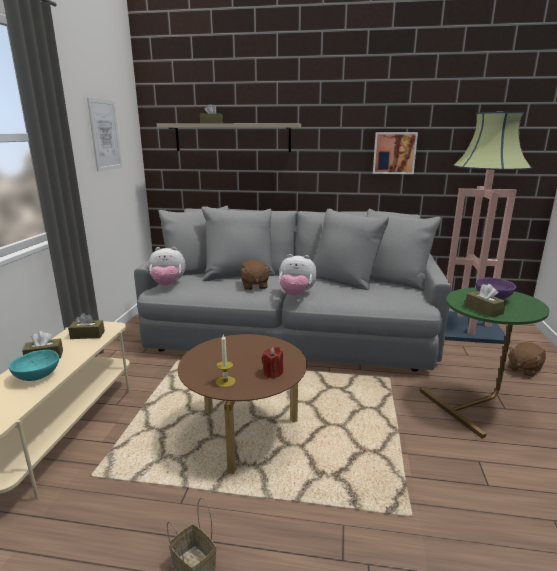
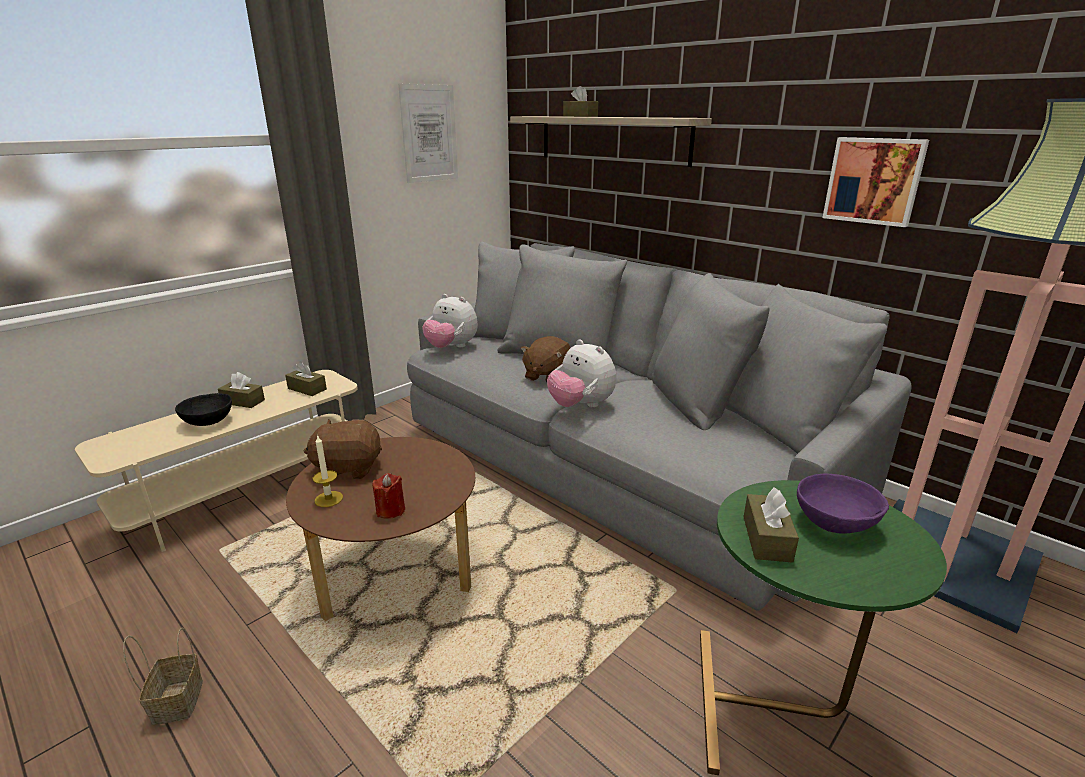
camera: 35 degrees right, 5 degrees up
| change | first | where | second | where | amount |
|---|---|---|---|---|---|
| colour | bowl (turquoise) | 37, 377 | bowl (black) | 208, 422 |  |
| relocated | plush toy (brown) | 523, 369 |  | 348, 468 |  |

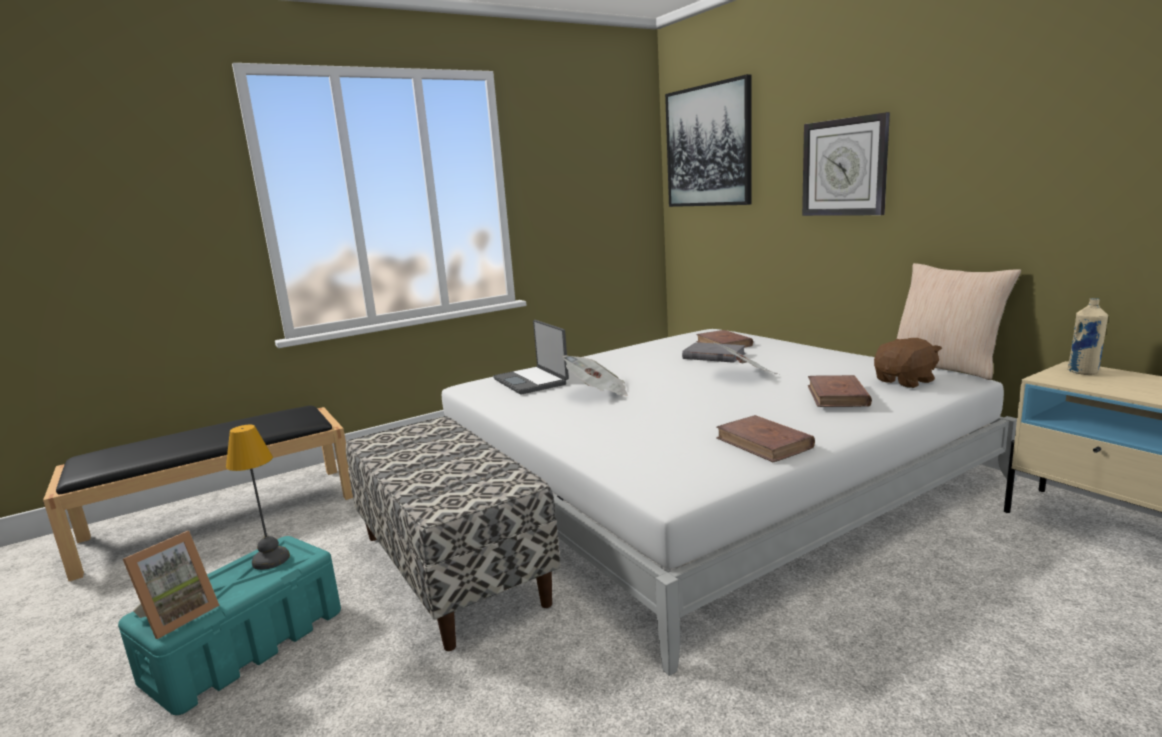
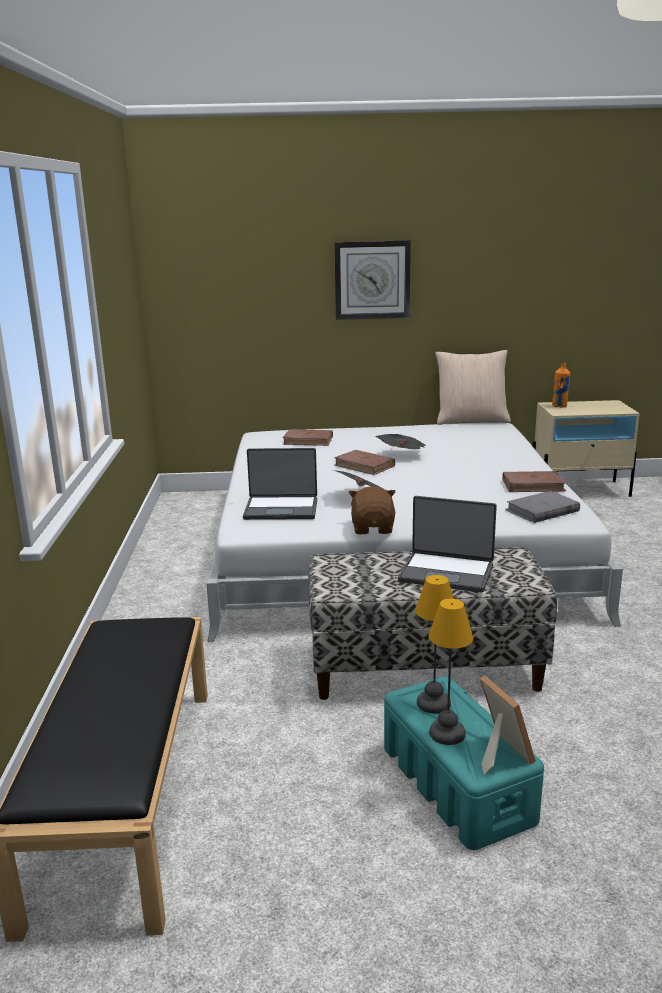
camera: 60 degrees left, 5 degrees up
| change | first | where | second | where | amount |
|---|---|---|---|---|---|
| missing | picture | 708, 146 |  |  |  |
| relocated | book (grey) | 713, 356 |  | 542, 511 |  |
| relocated | book (brown) | 837, 396 |  | 364, 465 |  |
| relocated | plush toy (brown) | 905, 381 |  | 373, 528 |  |
| colour | bottle (beige) | 1083, 372 | bottle (orange) | 559, 406 |  |
| appeared |  |  | laptop | 446, 572 |  |
| appeared |  |  | table lamp | 448, 734 |  |

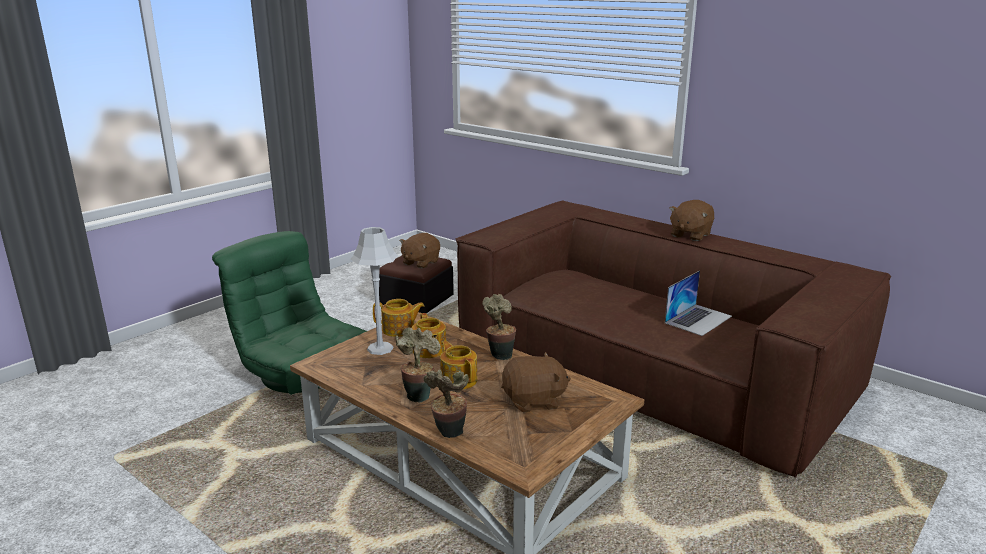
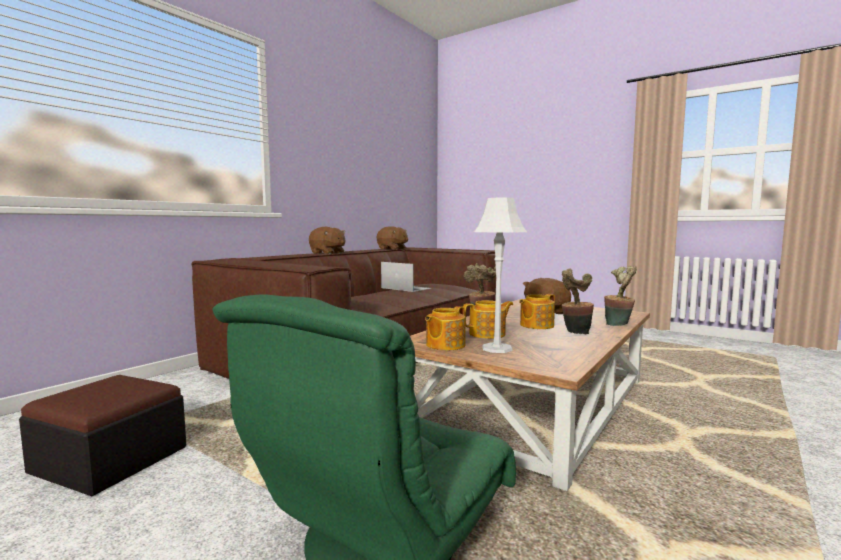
camera: 95 degrees left, 15 degrees down
| change | first | where | second | where | amount |
|---|---|---|---|---|---|
| spun | teapot | 399, 330 |  | 444, 345 | 135 degrees counterclockwise |
| relocated | plush toy (brown) | 420, 262 |  | 392, 249 |  |

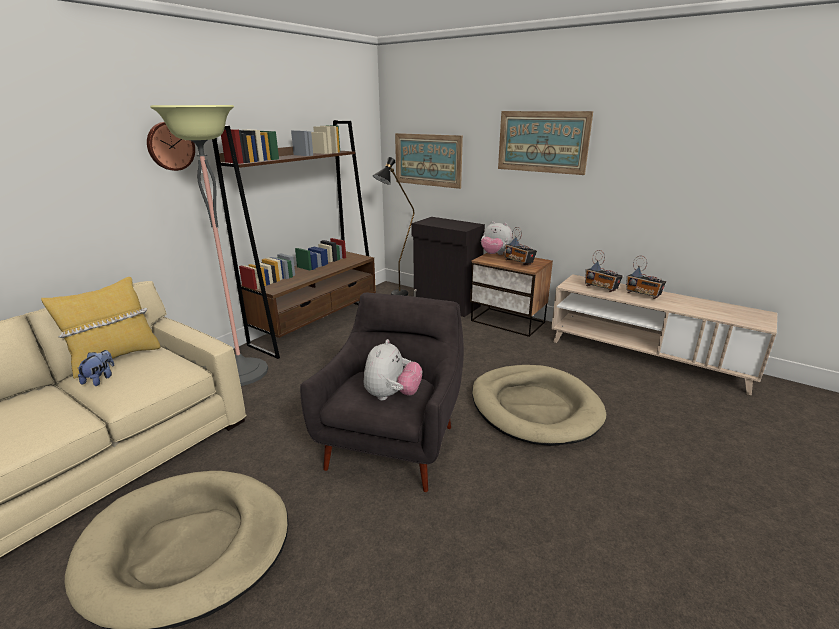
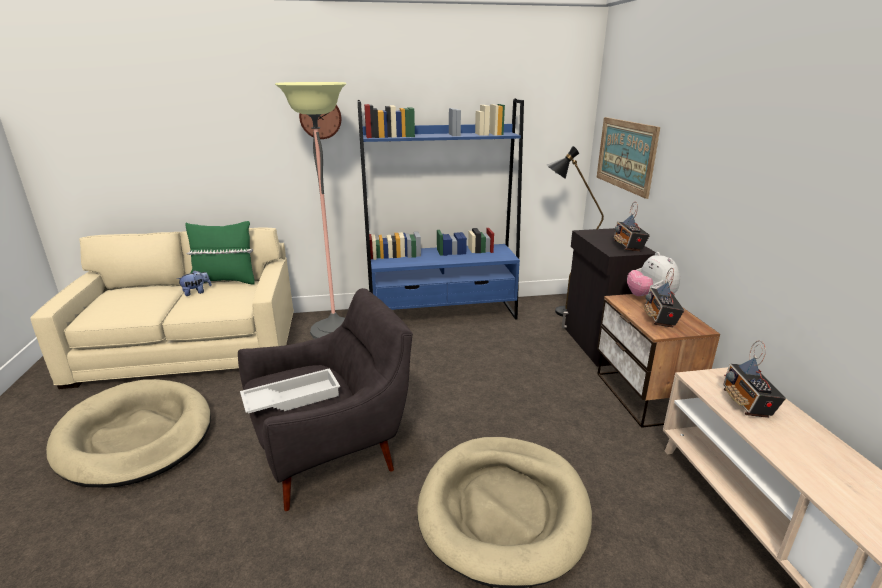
camera: 45 degrees right, 0 degrees up
| change | first | where | second | where | amount |
|---|---|---|---|---|---|
| colour | pillow (yellow) | 115, 358 | pillow (green) | 225, 281 |  |
| colour | bookcase (brown) | 317, 326 | bookcase (blue) | 443, 314 |  |
| exchanged | plush toy | 392, 396 | tray (white) | 292, 398 |  |
| missing | picture | 542, 142 |  |  |  |
| relocated | radio | 643, 295 |  | 628, 247 |  |

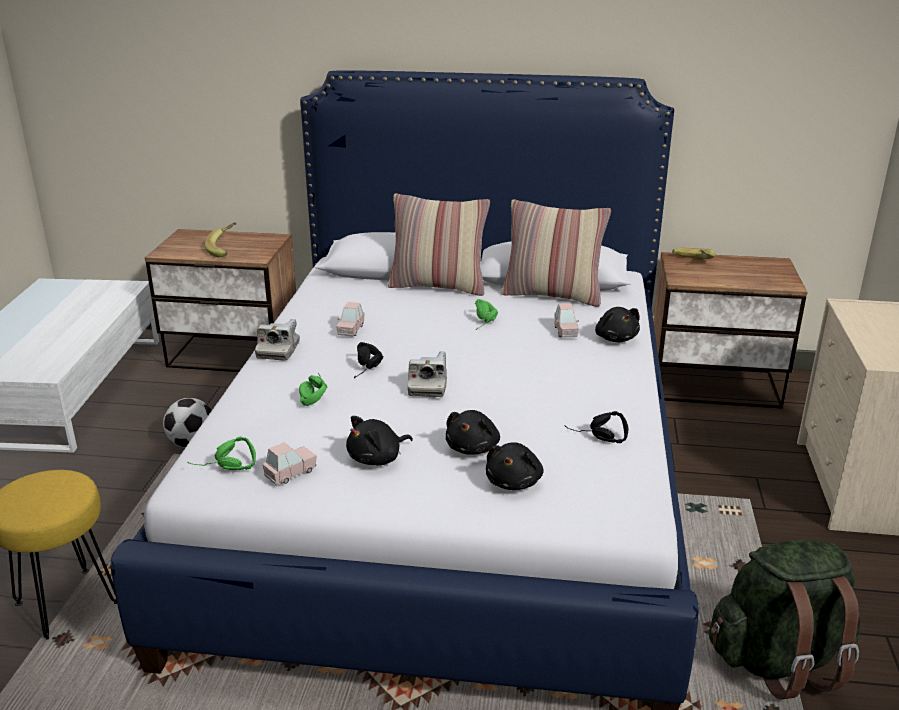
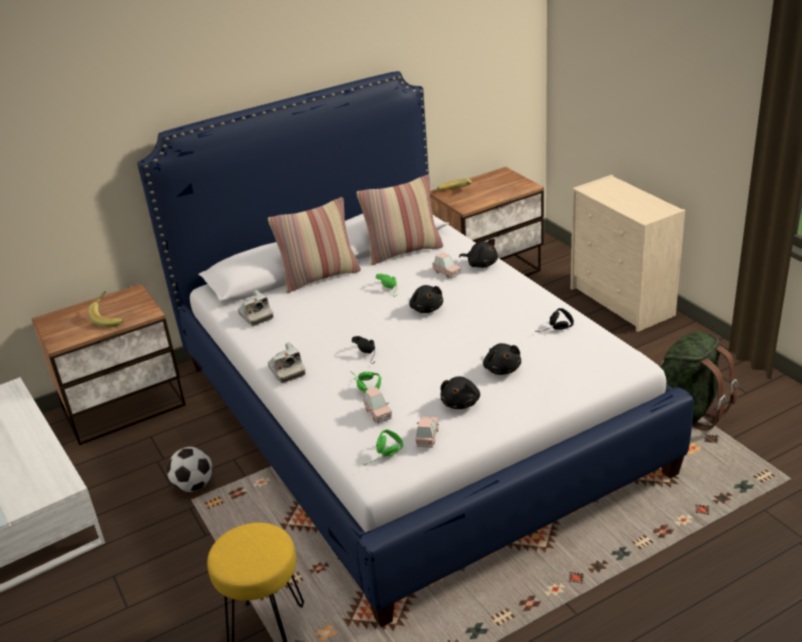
camera: 35 degrees left, 5 degrees up
| change | first | where | second | where | amount |
|---|---|---|---|---|---|
| relocated | toy car (pink) | 351, 330 |  | 378, 413 |  |
| relocated | photo camera | 428, 386 |  | 256, 316 |  |
| relocated | plush toy (black) | 514, 482 |  | 426, 308 |  |

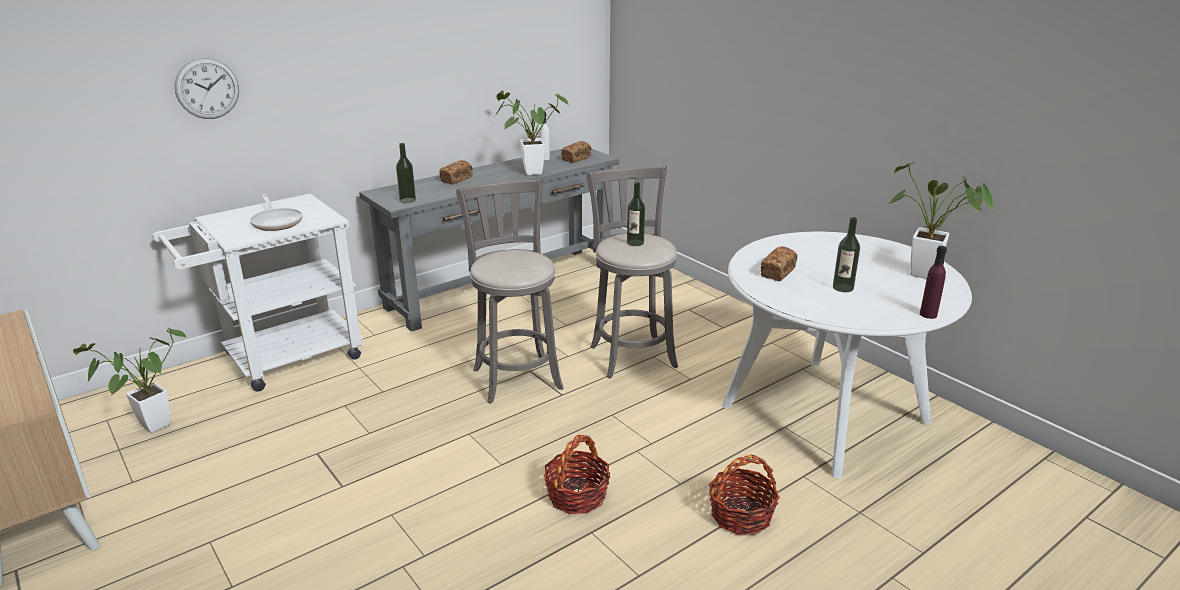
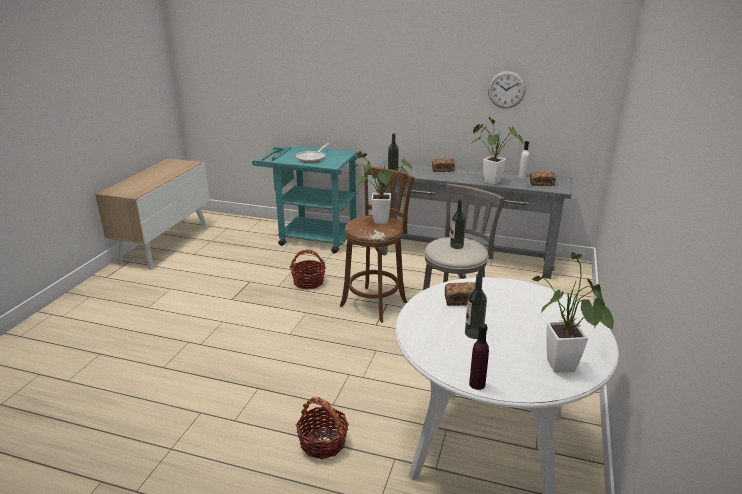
camera: 55 degrees right, 0 degrees up
| change | first | where | second | where | amount |
|---|---|---|---|---|---|
| relocated | potted plant | 149, 428 |  | 376, 221 |  |
| colour | cart (white) | 281, 359 | cart (turquoise) | 311, 237 |  |
| relocated | wall clock | 207, 88 |  | 506, 89 |  |
| colour | stool (grey) | 516, 376 | stool (brown) | 375, 302 |  |
| relocated | basket | 577, 495 |  | 308, 282 |  |

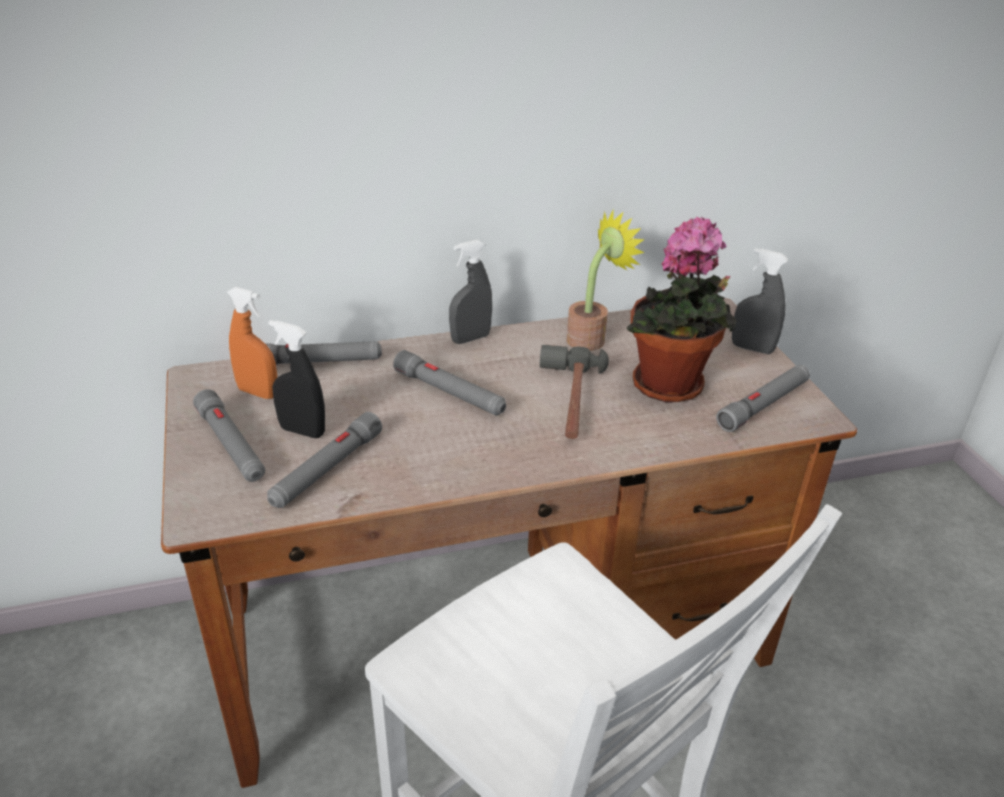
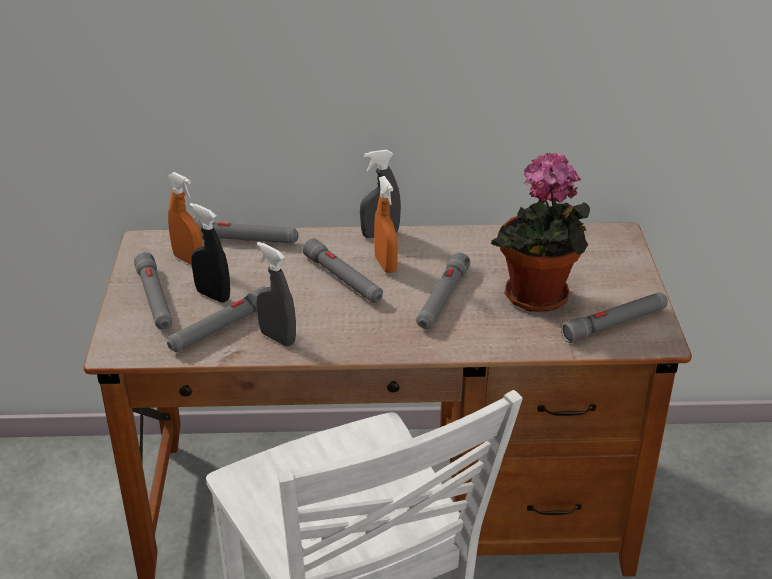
camera: 15 degrees right, 0 degrees up
| change | first | where | second | where | amount |
|---|---|---|---|---|---|
| exchanged | hammer | 570, 401 | flashlight (grey) | 442, 299 |  |
| missing | potted plant | 591, 338 |  |  |  |
| relocated | spray bottle (grey) | 752, 348 |  | 277, 338 |  |
| appeared |  |  | spray bottle (orange) | 385, 265 |  |

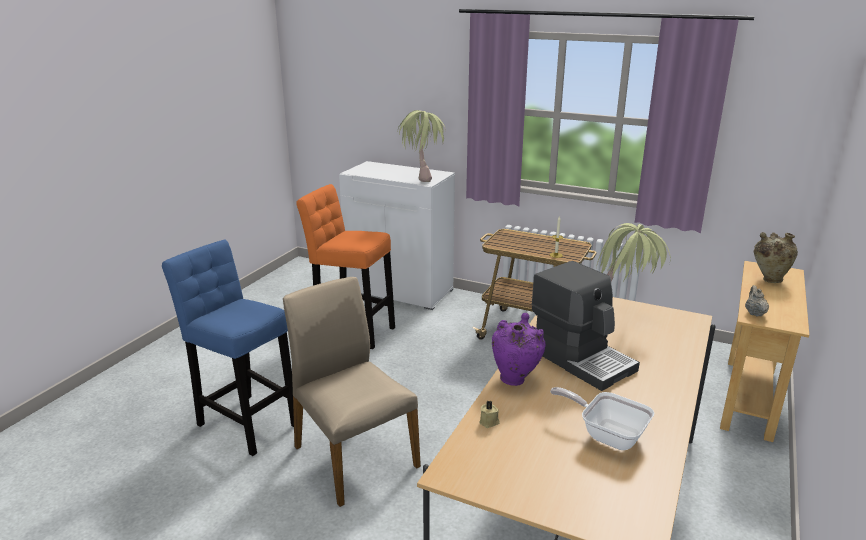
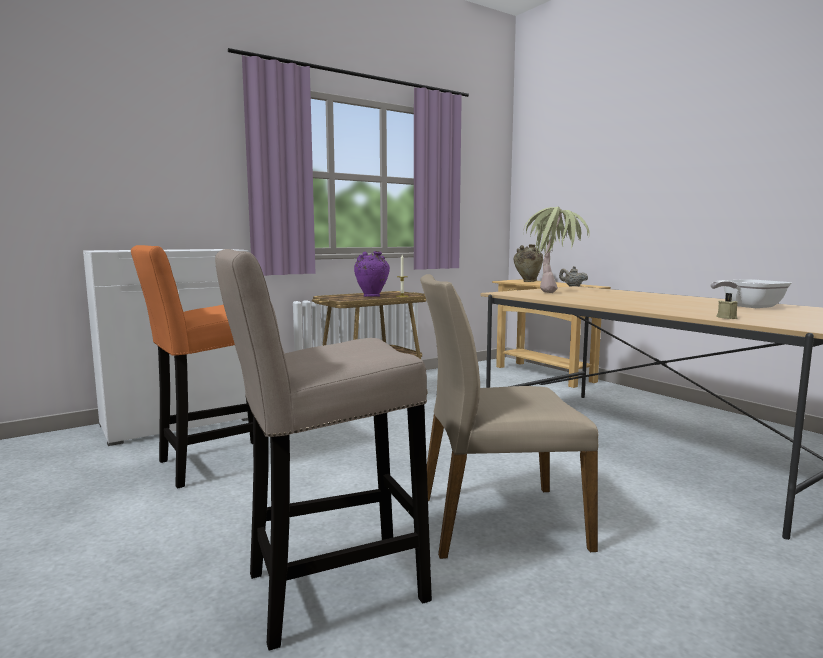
camera: 60 degrees left, 15 degrees down
| change | first | where | second | where | amount |
|---|---|---|---|---|---|
| colour | stool (blue) | 245, 422 | stool (beige) | 326, 591 |  |
| missing | potted plant | 422, 177 |  |  |  |
| relocated | vase (purple) | 515, 379 |  | 372, 297 |  |
| missing | coffee machine | 581, 358 |  |  |  |

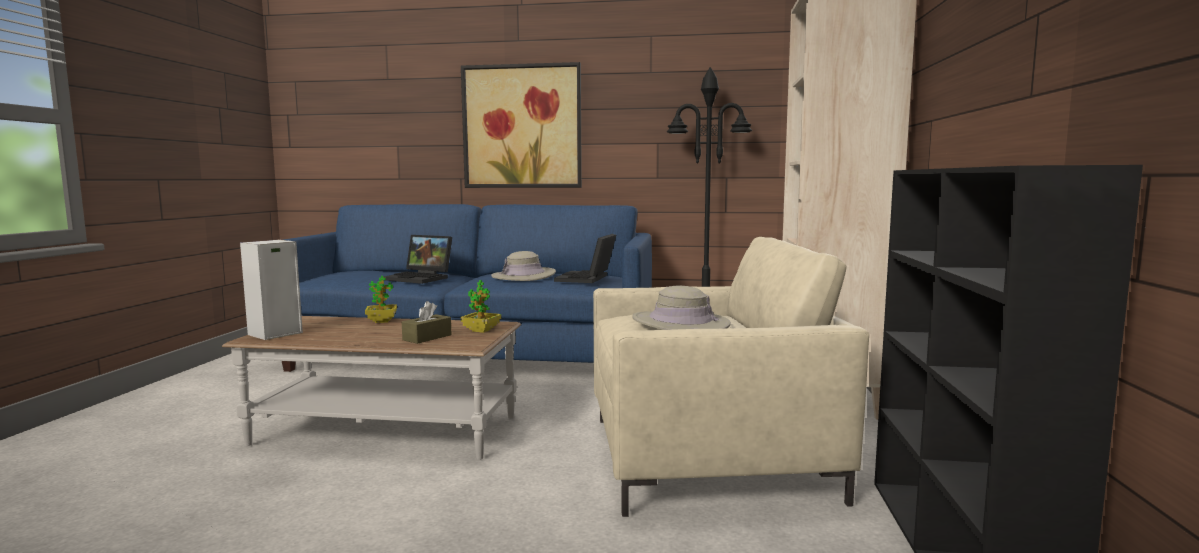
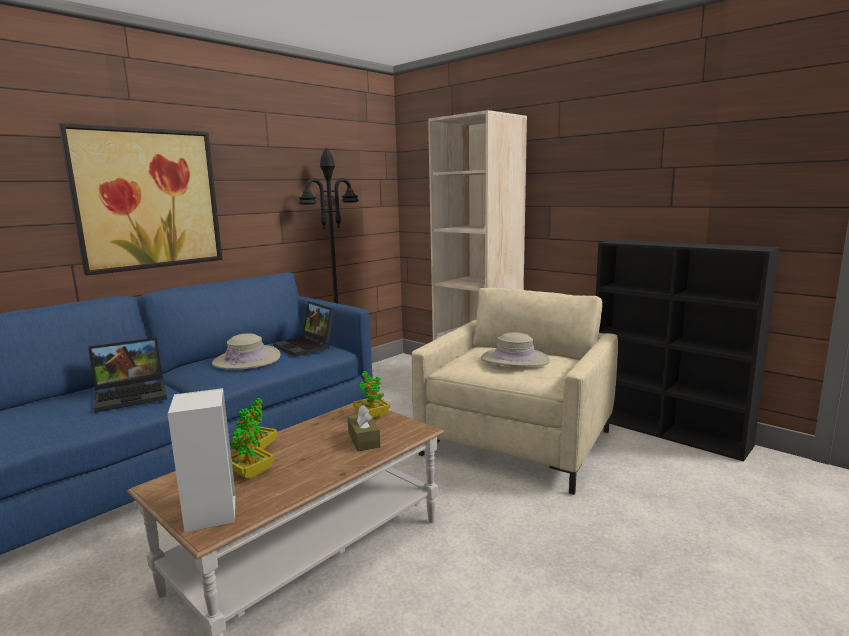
camera: 55 degrees left, 5 degrees up
| change | first | where | second | where | amount |
|---|---|---|---|---|---|
| appeared |  |  | potted plant | 251, 473 |  |

